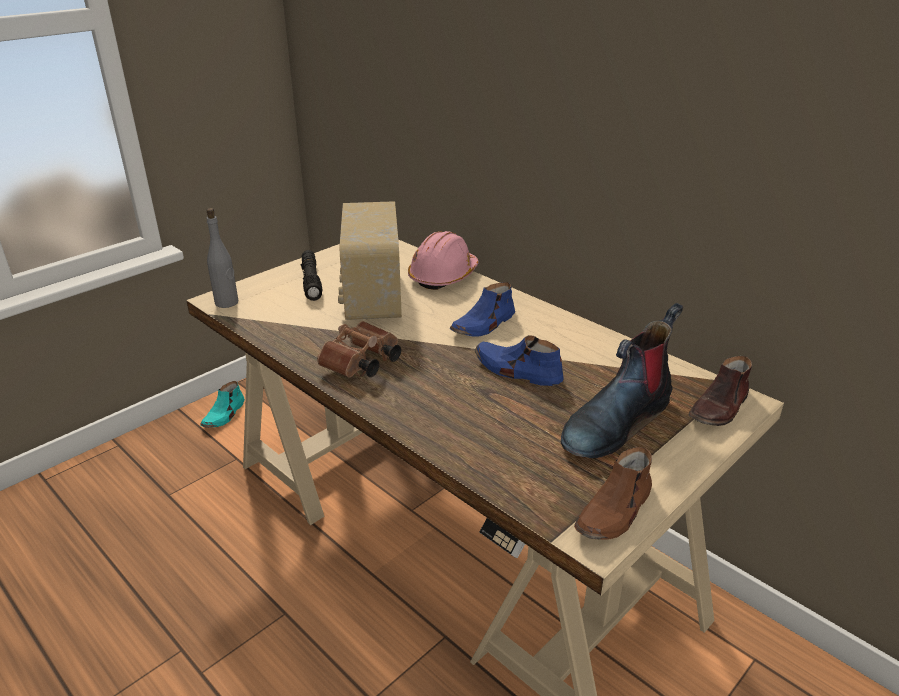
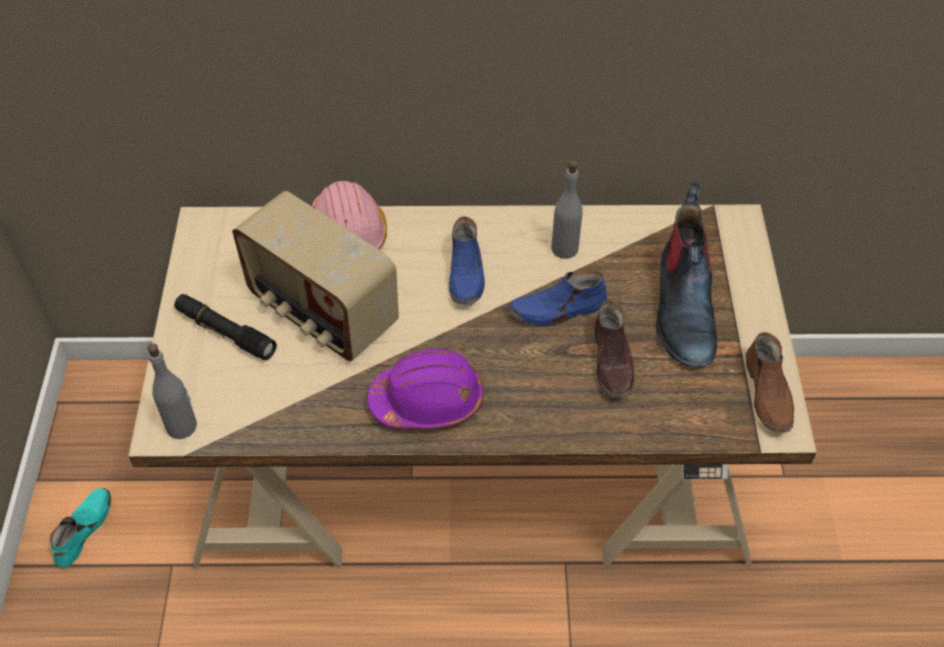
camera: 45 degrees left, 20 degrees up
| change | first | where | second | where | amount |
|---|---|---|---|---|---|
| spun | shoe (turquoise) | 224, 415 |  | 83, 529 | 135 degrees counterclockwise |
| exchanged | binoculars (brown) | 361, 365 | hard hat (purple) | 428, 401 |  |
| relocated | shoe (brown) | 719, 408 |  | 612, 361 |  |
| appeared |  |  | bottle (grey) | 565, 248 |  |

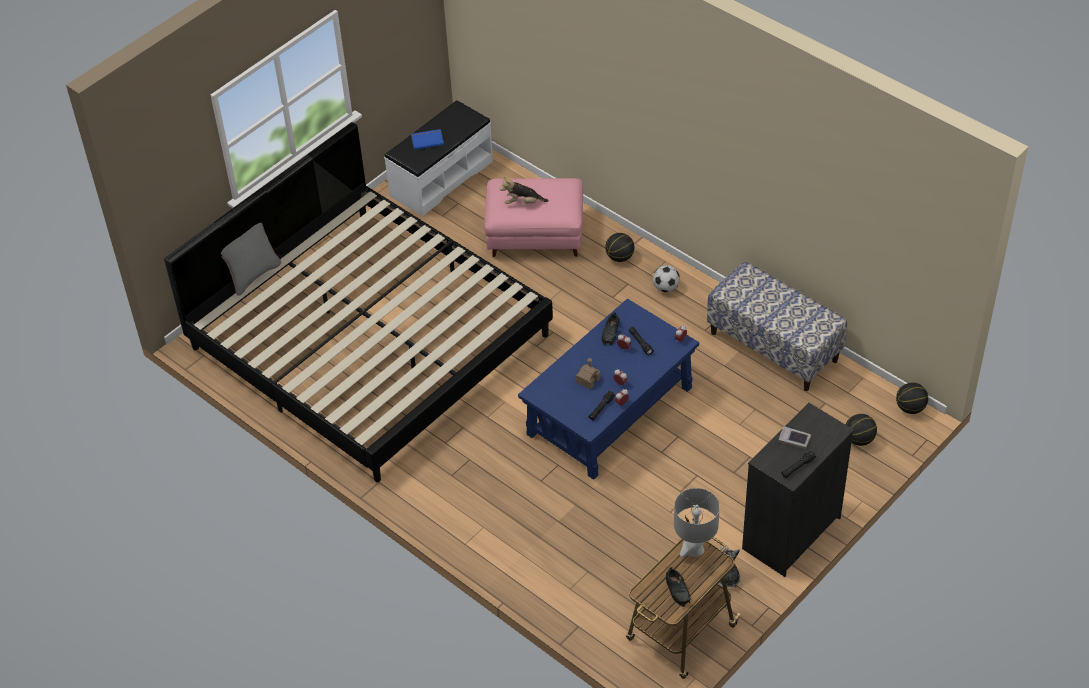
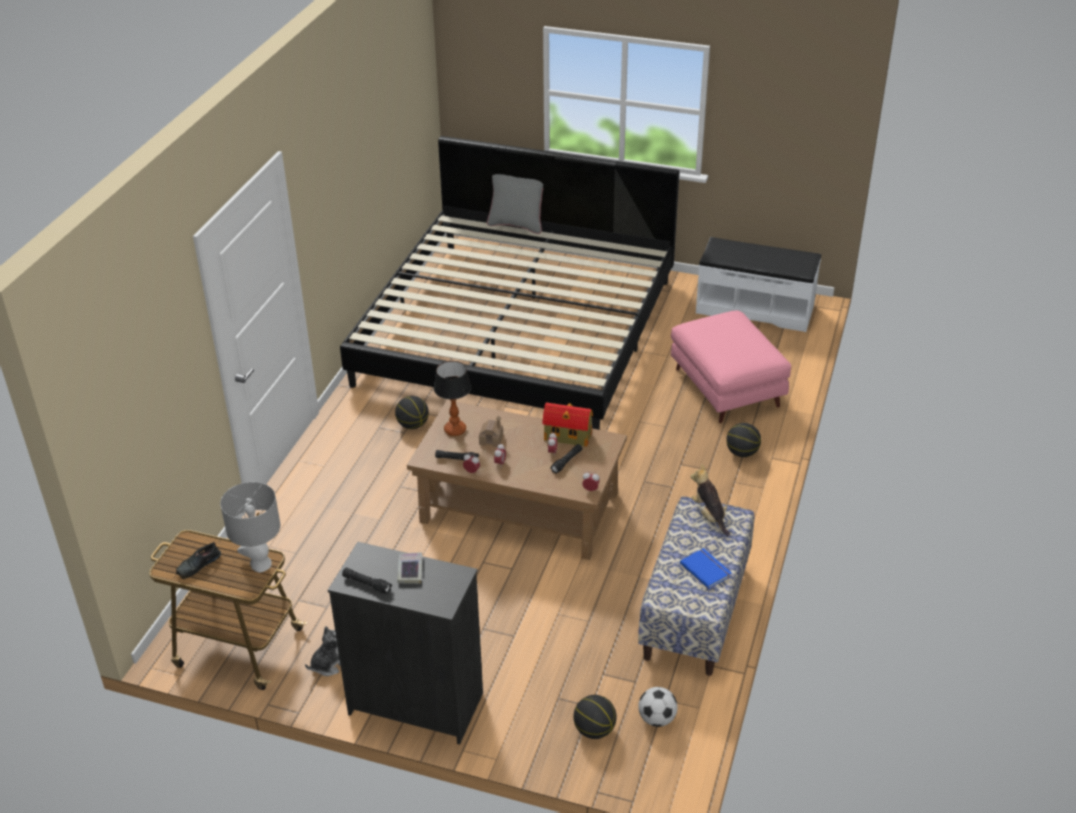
camera: 65 degrees right, 10 degrees down
| change | first | where | second | where | amount |
|---|---|---|---|---|---|
| relocated | book (blue) | 427, 140 |  | 706, 569 |  |
| relocated | plush toy | 523, 203 |  | 709, 515 |  |
| colour | coffee table (blue) | 609, 411 | coffee table (brown) | 518, 507 |  |
| exchanged | shoe (black) | 611, 332 | toy house | 568, 437 |  |
| relocated | football | 666, 288 |  | 657, 719 |  |
| relocated | basketball | 910, 408 |  | 412, 425 |  |
| appeared |  |  | table lamp | 454, 430 |  |

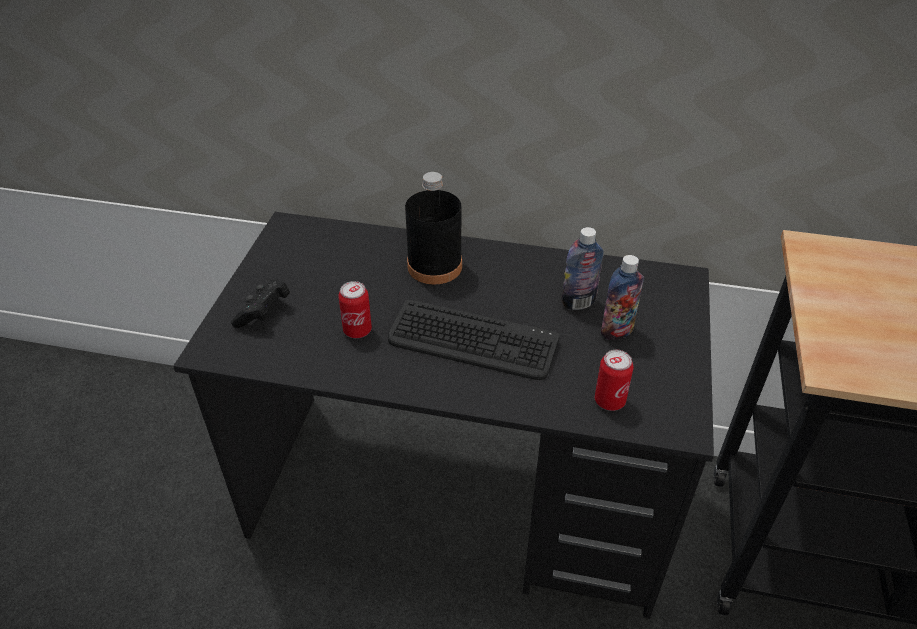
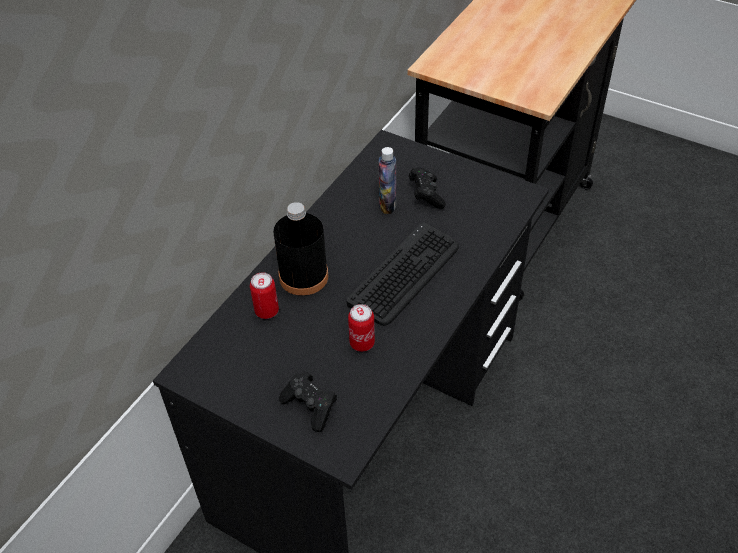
camera: 70 degrees left, 5 degrees up
| change | first | where | second | where | amount |
|---|---|---|---|---|---|
| relocated | can | 609, 401 |  | 266, 311 |  |
| exchanged | bottle | 616, 331 | game controller (black) | 426, 195 |  |

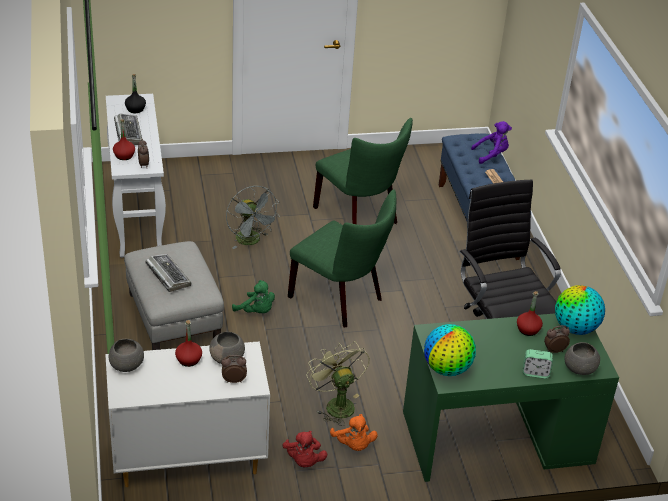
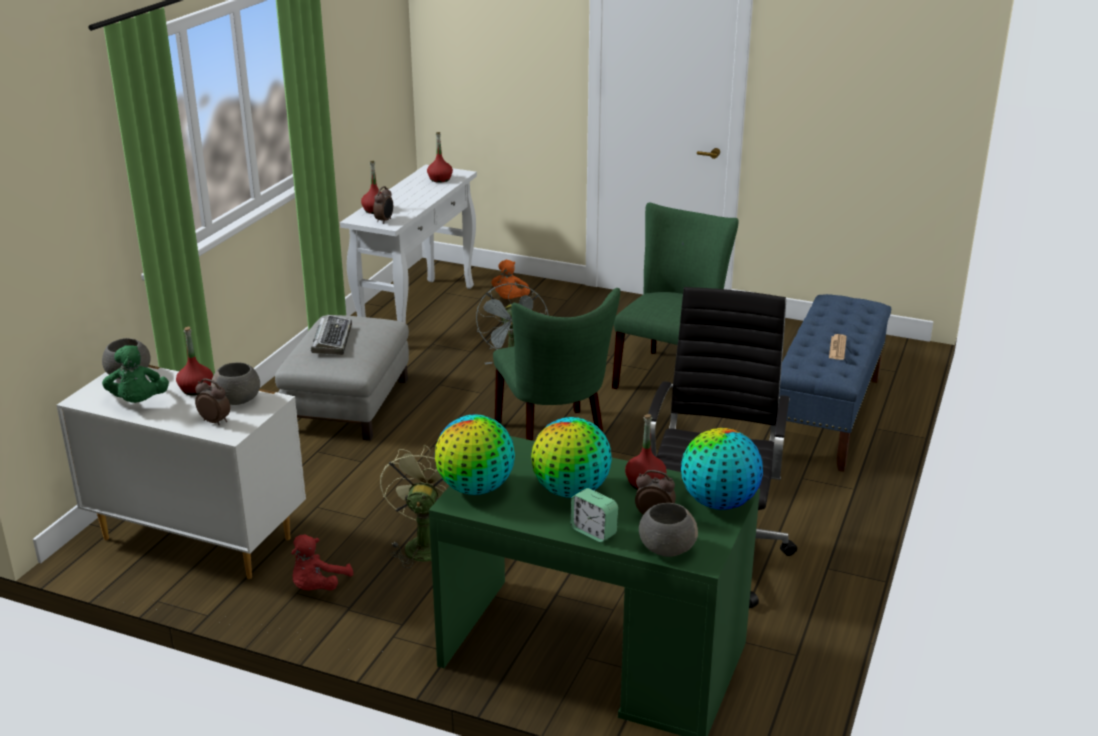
camera: 35 degrees right, 10 degrees down
| change | first | where | second | where | amount |
|---|---|---|---|---|---|
| missing | keyboard | 128, 133 |  |  |  |
| colour | bottle (black) | 135, 109 | bottle (red) | 440, 179 |  |
| relocated | plush toy (green) | 256, 311 |  | 138, 403 |  |
| spun | chair (green) | 359, 217 |  | 671, 374 | 150 degrees counterclockwise |
| relocated | plush toy (orange) | 353, 445 |  | 510, 300 |  |
| missing | plush toy (purple) | 491, 155 |  |  |  |
| appeared |  |  | globe | 571, 491 |  |

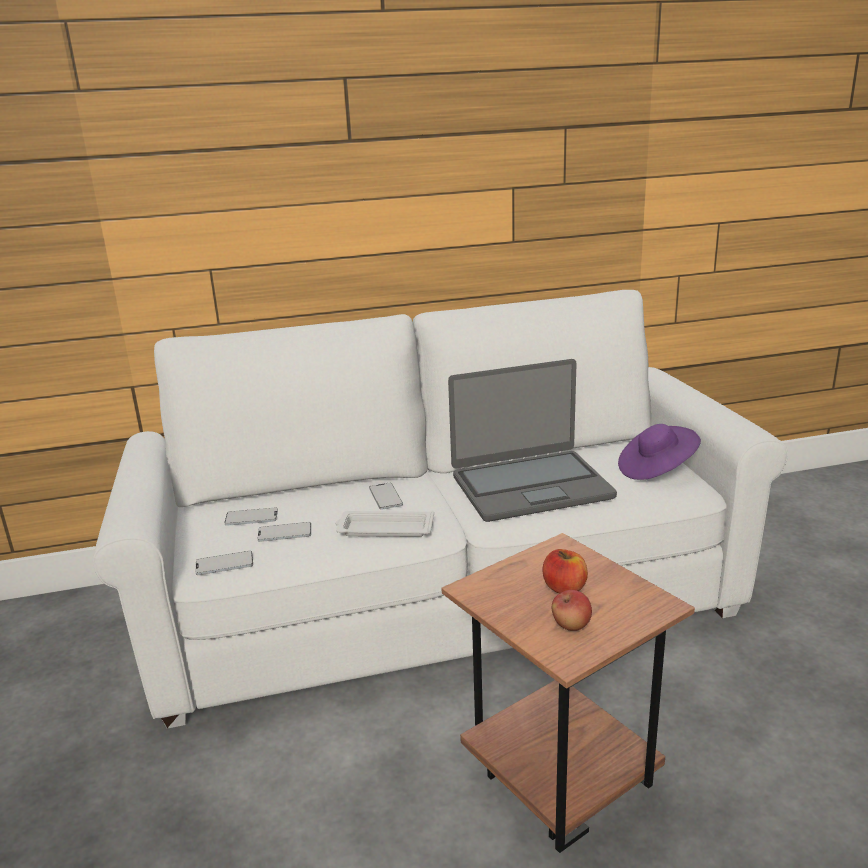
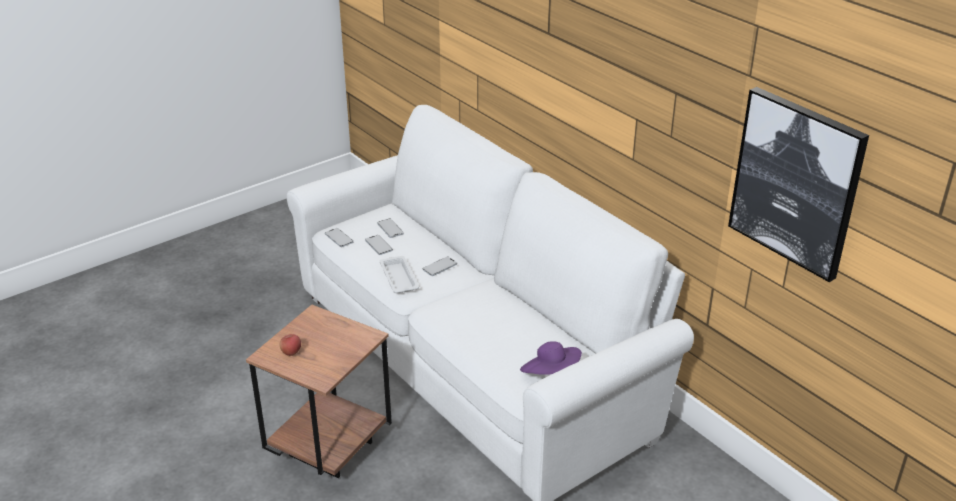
camera: 65 degrees right, 10 degrees up
| change | first | where | second | where | amount |
|---|---|---|---|---|---|
| missing | laptop | 530, 486 |  |  |  |
| missing | apple | 564, 588 |  |  |  |
| appeared |  |  | picture | 796, 182 |  |

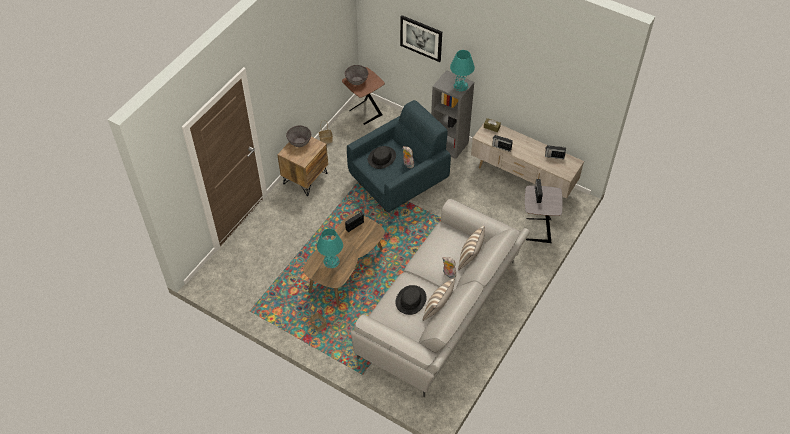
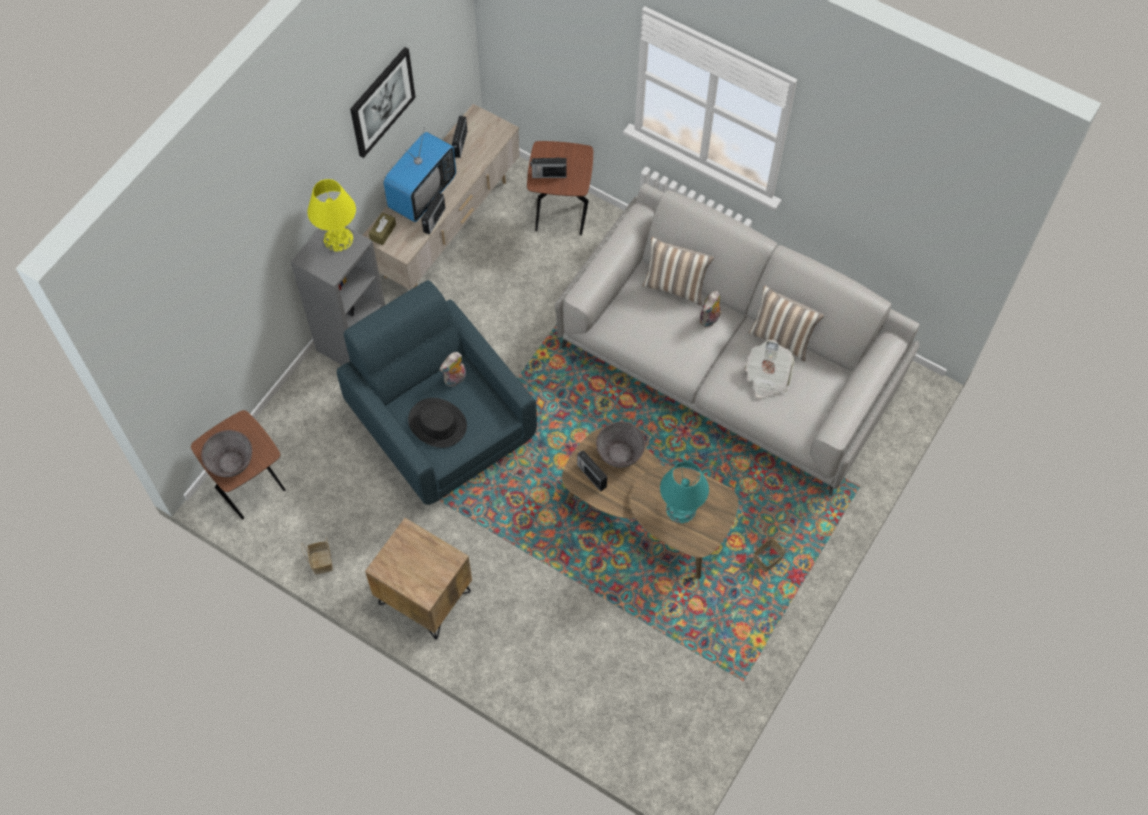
camera: 90 degrees left, 10 degrees up
| change | first | where | second | where | amount |
|---|---|---|---|---|---|
| relocated | bowl (grey) | 299, 142 |  | 619, 453 |  |
| exchanged | hat (black) | 410, 300 | newspaper | 767, 377 |  |
| relocated | picture | 421, 38 |  | 381, 101 |  |
| colour | table lamp (turquoise) | 460, 85 | table lamp (yellow) | 338, 239 |  |
| colour | side table (grey) | 537, 230 | side table (brown) | 561, 217 |  |
| appeared |  |  | television | 422, 193 |  |

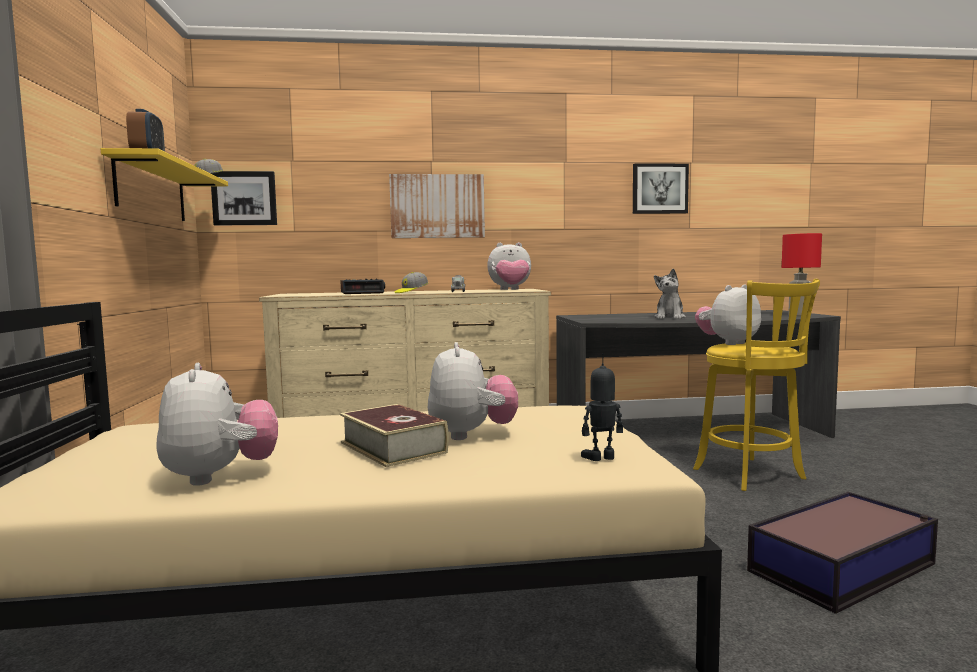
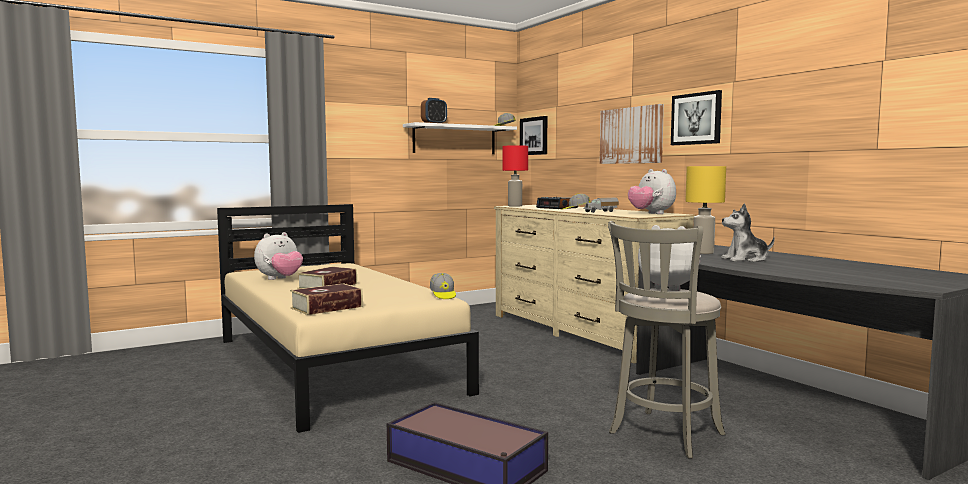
camera: 65 degrees right, 0 degrees up
| change | first | where | second | where | amount |
|---|---|---|---|---|---|
| colour | shelf (yellow) | 151, 191 | shelf (white) | 454, 140 |  |
| missing | plush toy | 471, 435 |  |  |  |
| exchanged | toy robot | 601, 458 | book | 327, 307 |  |
| relocated | picture | 659, 189 |  | 696, 119 |  |
| colour | stool (yellow) | 752, 475 | stool (grey) | 663, 435 |  |
| relocated | table lamp (red) | 799, 315 |  | 514, 206 |  |
| appeared |  |  | cap | 443, 295 |  |
| appeared |  |  | table lamp (yellow) | 703, 253 |  |

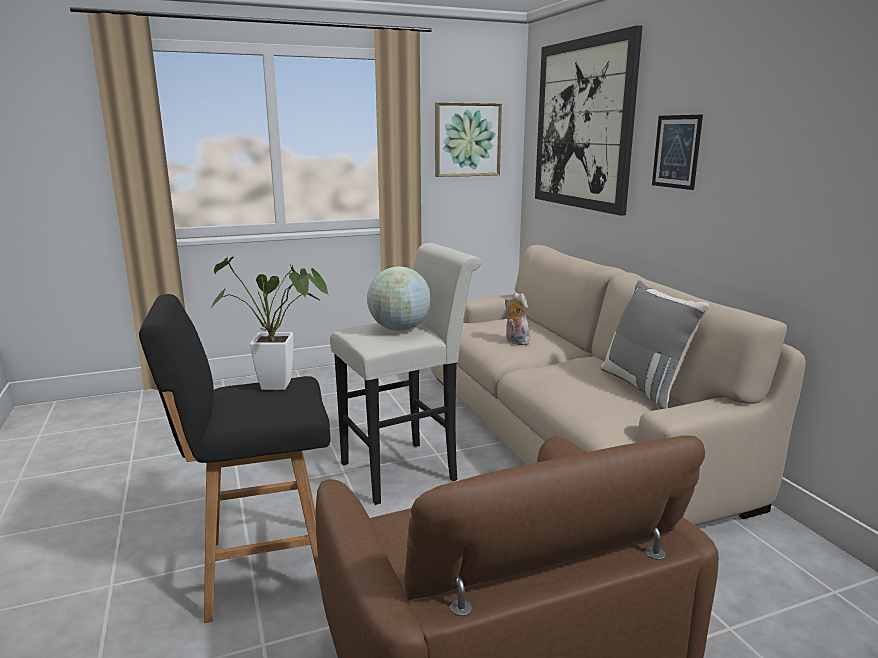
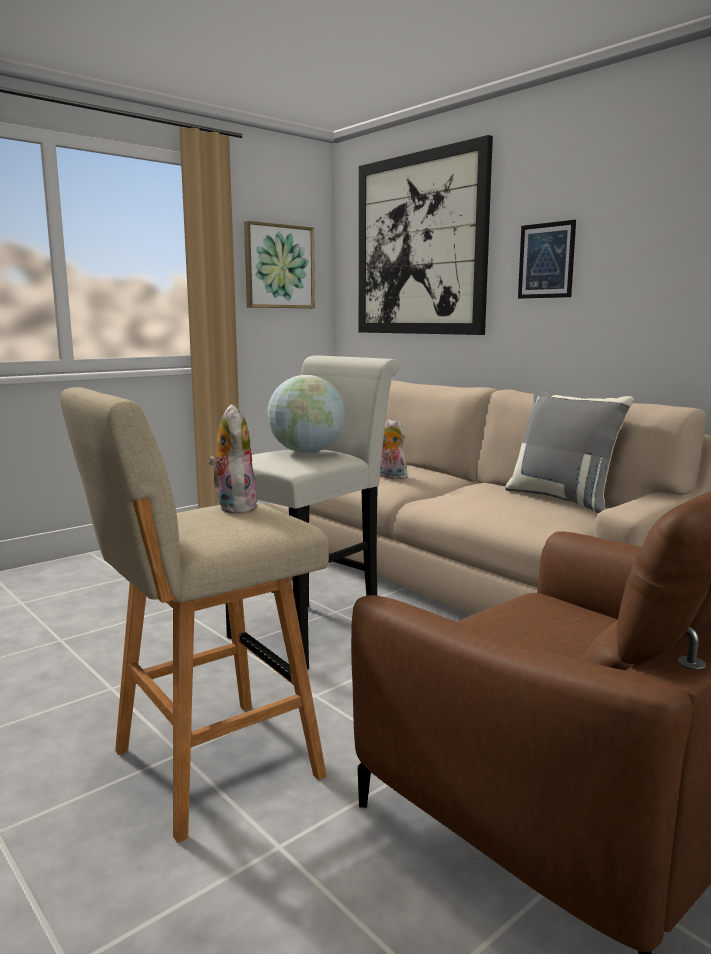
camera: 20 degrees left, 5 degrees down
| change | first | where | second | where | amount |
|---|---|---|---|---|---|
| colour | stool (black) | 260, 570 | stool (beige) | 210, 766 |  |
| exchanged | potted plant | 284, 385 | plush toy | 233, 507 |  |

